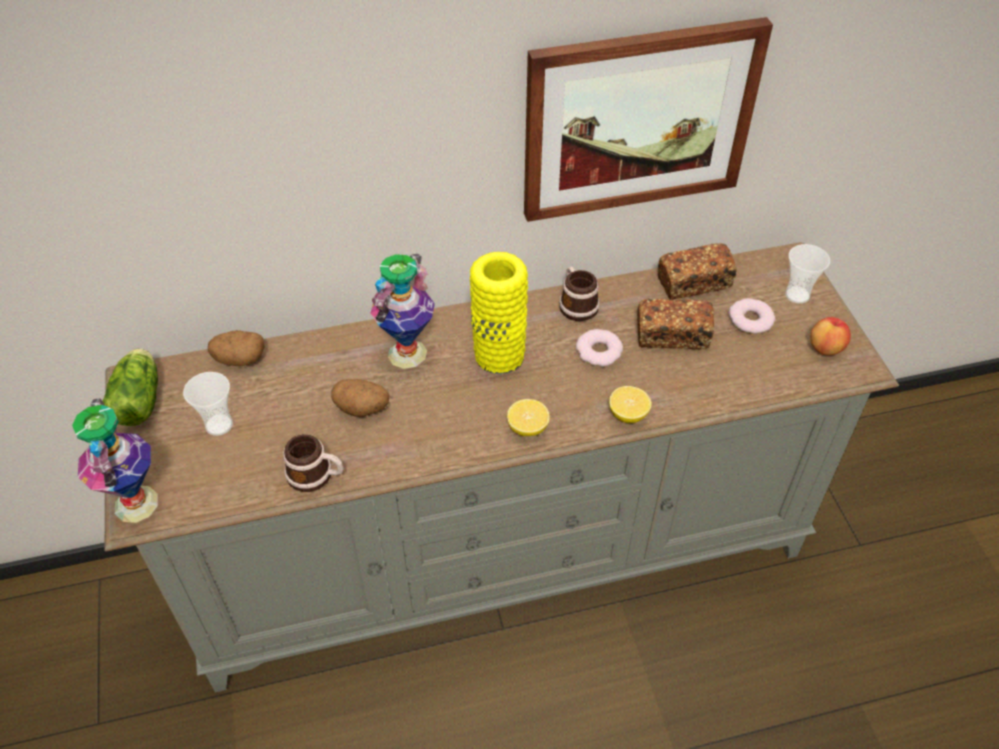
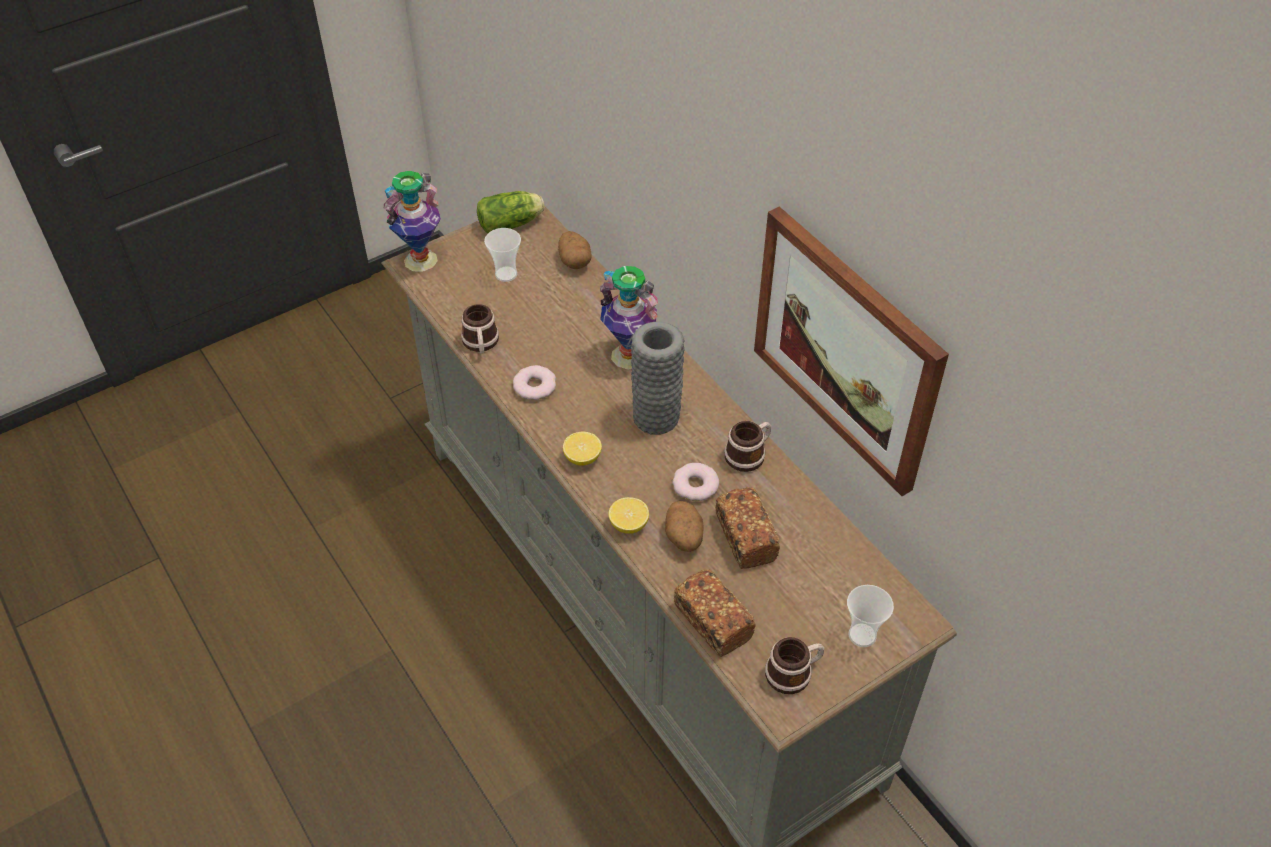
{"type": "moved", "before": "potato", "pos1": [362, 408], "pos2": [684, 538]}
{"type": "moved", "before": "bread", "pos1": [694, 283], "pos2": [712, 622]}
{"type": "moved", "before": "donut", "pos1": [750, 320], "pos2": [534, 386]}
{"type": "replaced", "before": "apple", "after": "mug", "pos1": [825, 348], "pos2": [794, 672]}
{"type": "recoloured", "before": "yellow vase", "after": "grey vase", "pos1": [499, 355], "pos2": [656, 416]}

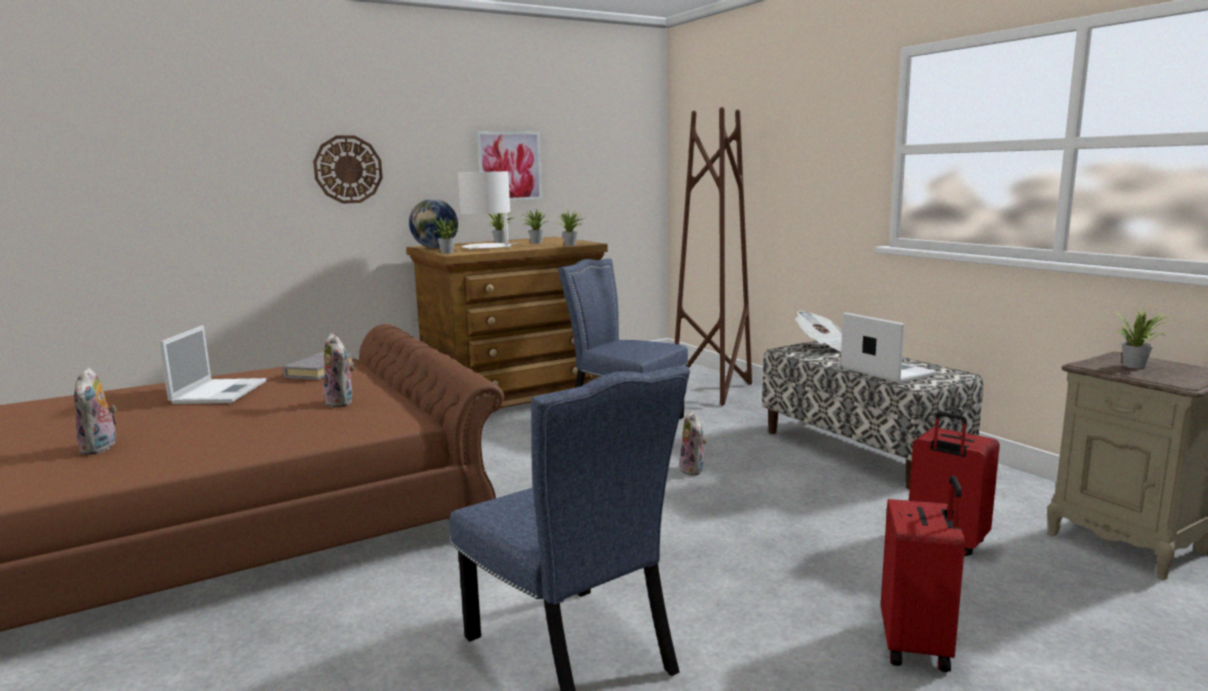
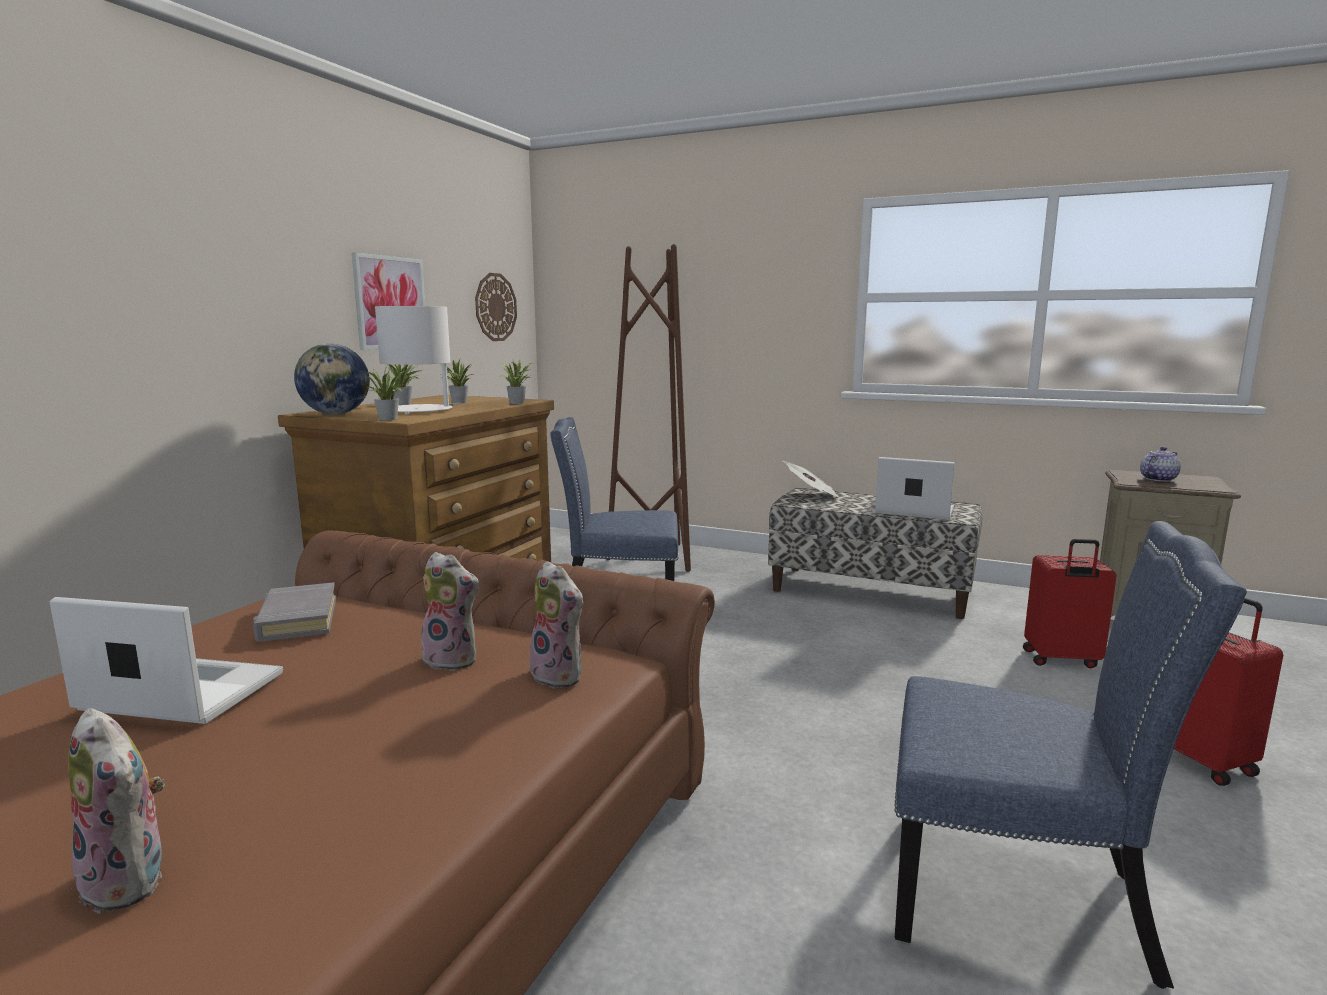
{"type": "moved", "before": "wall clock", "pos1": [348, 169], "pos2": [495, 307]}
{"type": "moved", "before": "plush toy", "pos1": [693, 470], "pos2": [561, 675]}
{"type": "replaced", "before": "potted plant", "after": "teapot", "pos1": [1137, 366], "pos2": [1157, 479]}
{"type": "turned", "before": "laptop", "pos1": [220, 392], "pos2": [179, 692], "turn": -45}

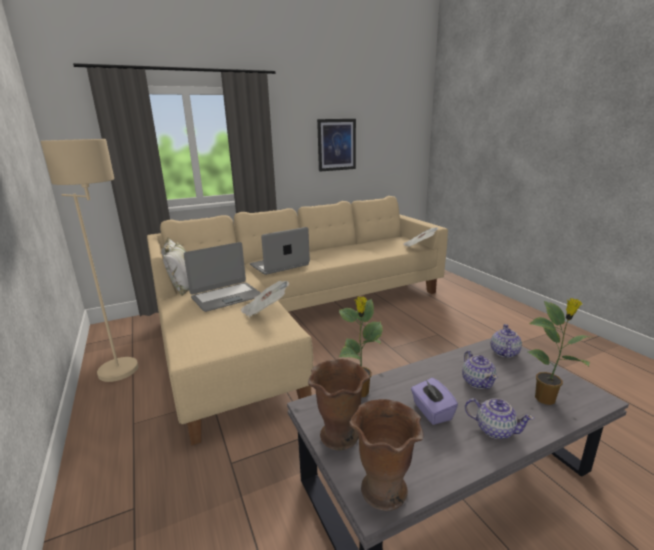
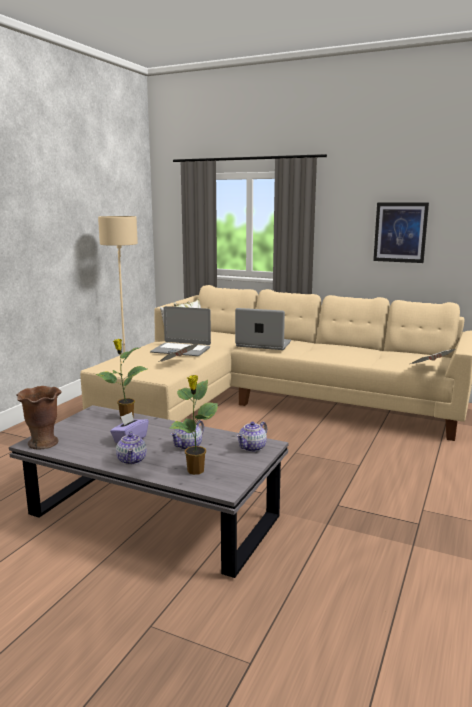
{"type": "removed", "before": "brown vase", "pos1": [339, 435]}
{"type": "turned", "before": "teapot", "pos1": [504, 352], "pos2": [252, 447], "turn": 150}

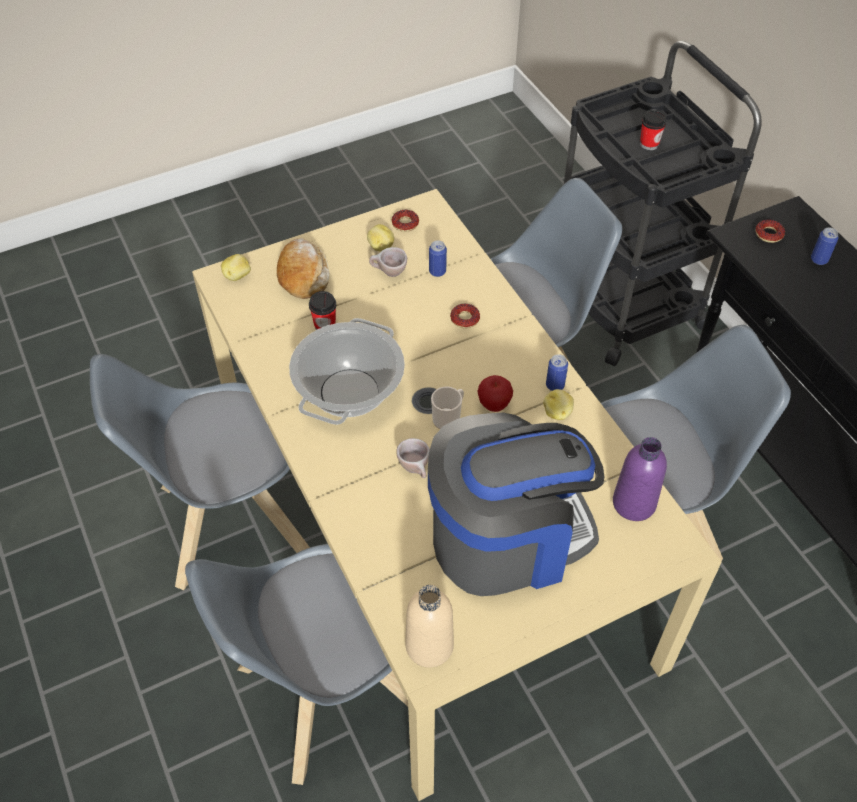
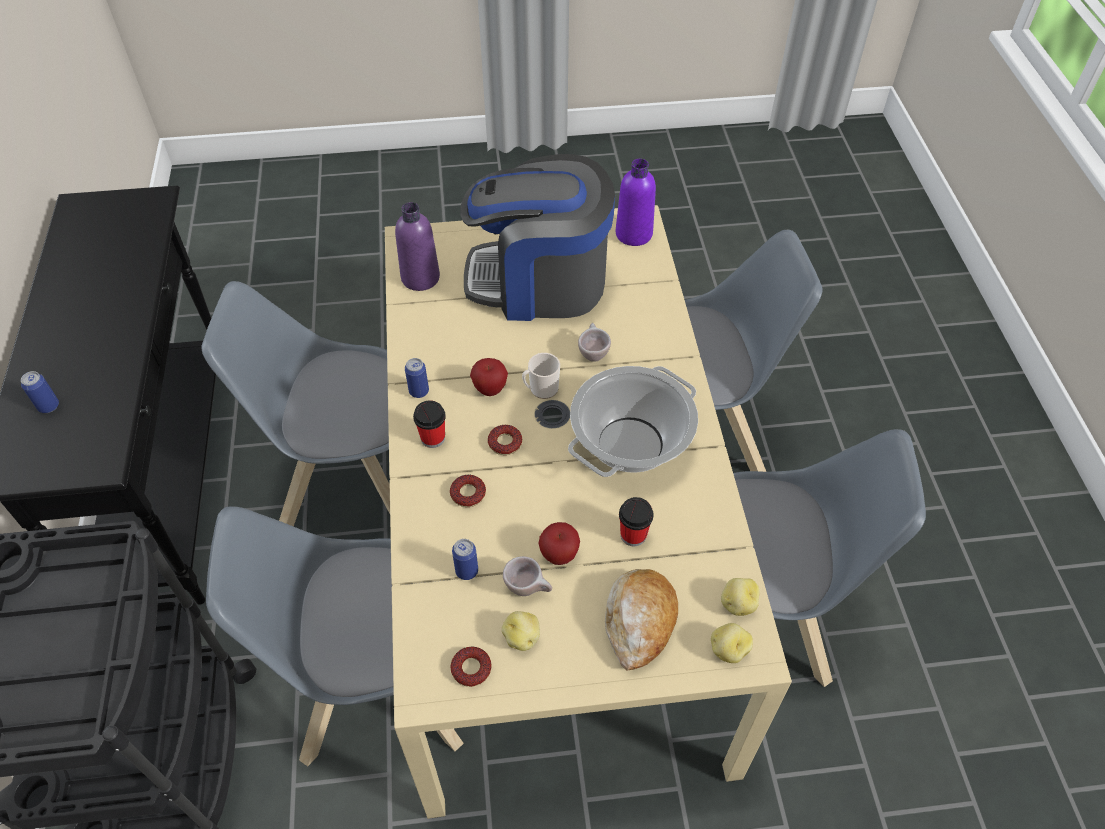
{"type": "added", "after": "apple", "pos2": [559, 555]}
{"type": "moved", "before": "potato", "pos1": [557, 412], "pos2": [737, 604]}
{"type": "moved", "before": "cup", "pos1": [649, 144], "pos2": [433, 438]}
{"type": "moved", "before": "donut", "pos1": [768, 234], "pos2": [505, 443]}
{"type": "recoloured", "before": "beige bottle", "after": "purple bottle", "pos1": [429, 645], "pos2": [633, 234]}

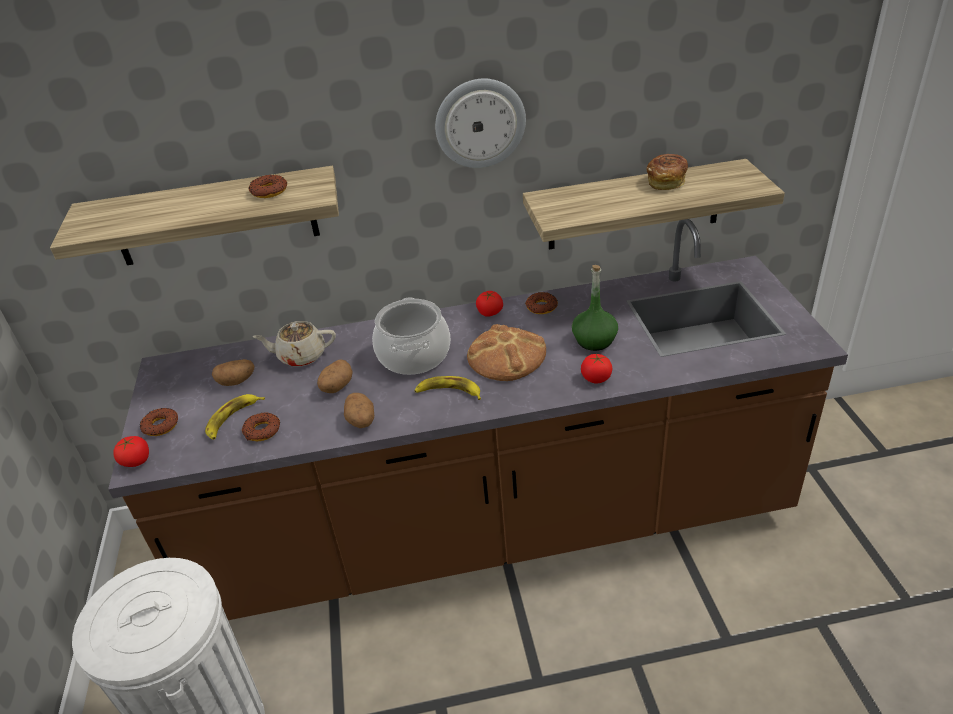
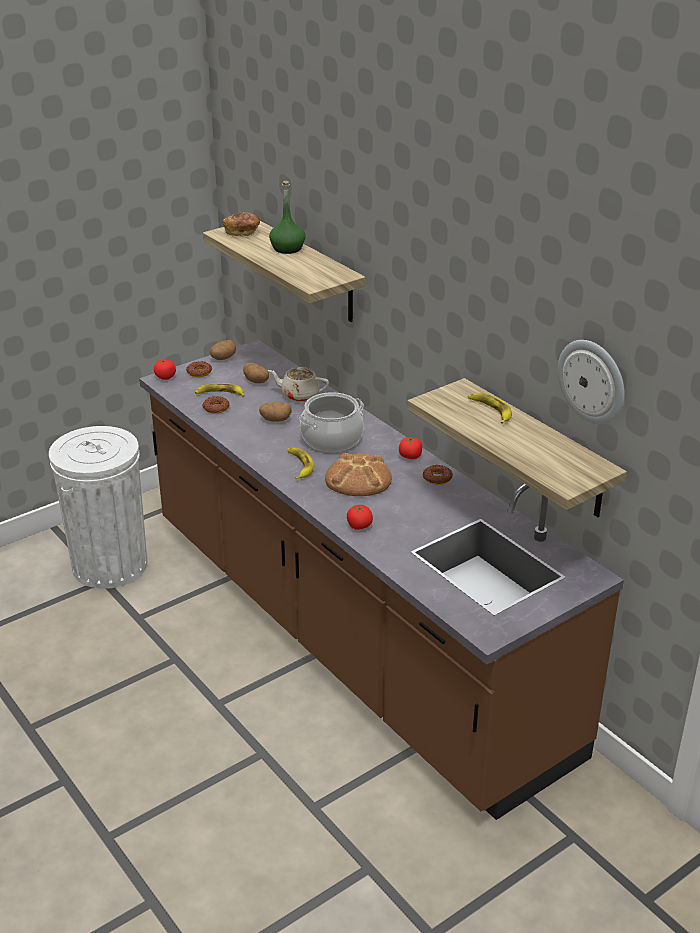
{"type": "removed", "before": "donut", "pos1": [269, 191]}
{"type": "added", "after": "banana", "pos2": [490, 410]}
{"type": "moved", "before": "potato", "pos1": [361, 421], "pos2": [223, 358]}
{"type": "moved", "before": "wall clock", "pos1": [480, 123], "pos2": [592, 381]}
{"type": "moved", "before": "green bottle", "pos1": [594, 340], "pos2": [288, 248]}
{"type": "moved", "before": "bread", "pos1": [666, 182], "pos2": [242, 233]}
{"type": "turned", "before": "beige teapot", "pos1": [301, 356], "pos2": [299, 395], "turn": -45}

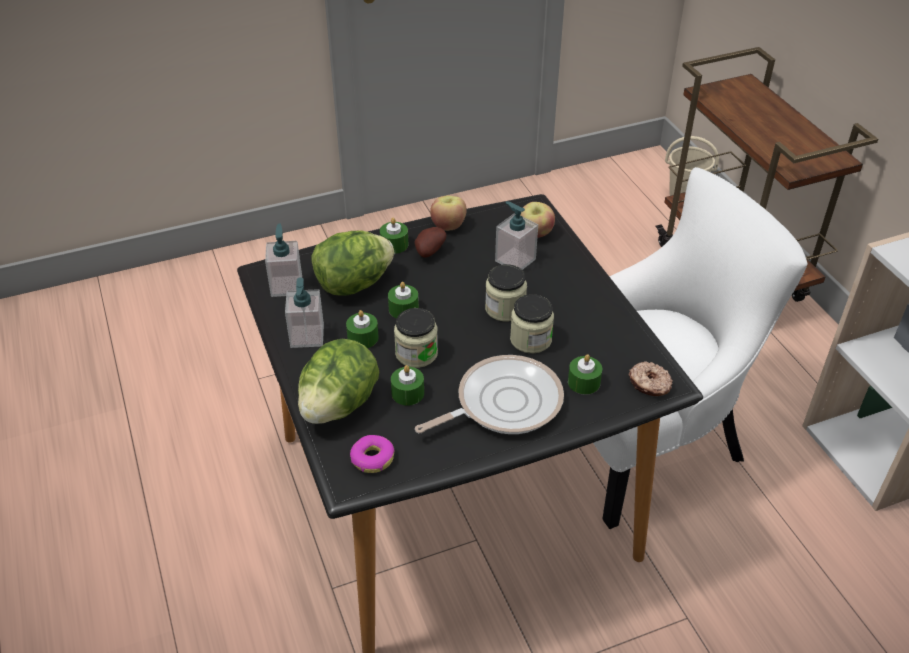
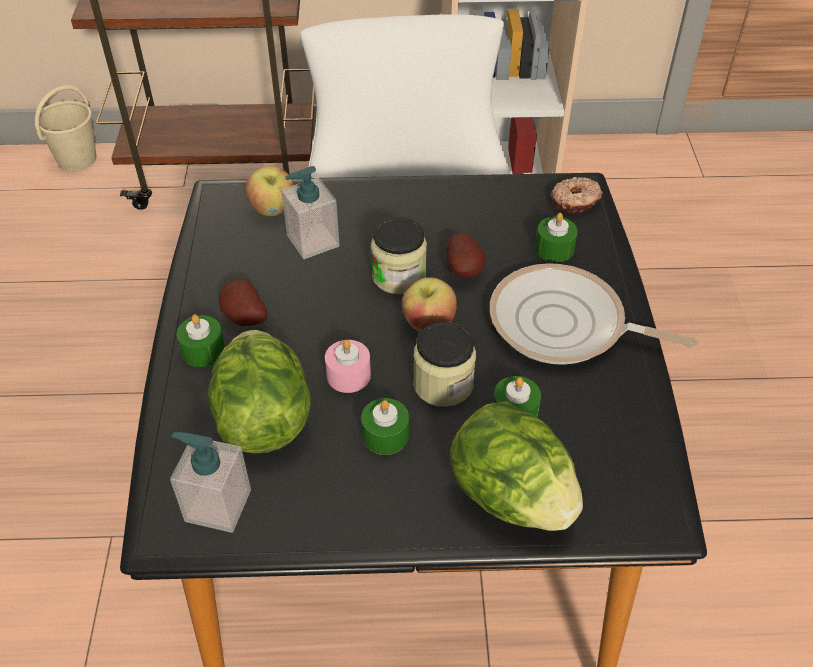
{"type": "removed", "before": "soap dispenser", "pos1": [307, 336]}
{"type": "removed", "before": "donut", "pos1": [372, 458]}
{"type": "moved", "before": "apple", "pos1": [448, 225], "pos2": [428, 323]}
{"type": "replaced", "before": "jar", "after": "potato", "pos1": [530, 339], "pos2": [465, 270]}
{"type": "recoloured", "before": "green candle", "after": "pink candle", "pos1": [403, 309], "pos2": [348, 375]}
{"type": "turned", "before": "frying pan", "pos1": [503, 403], "pos2": [564, 325], "turn": -60}

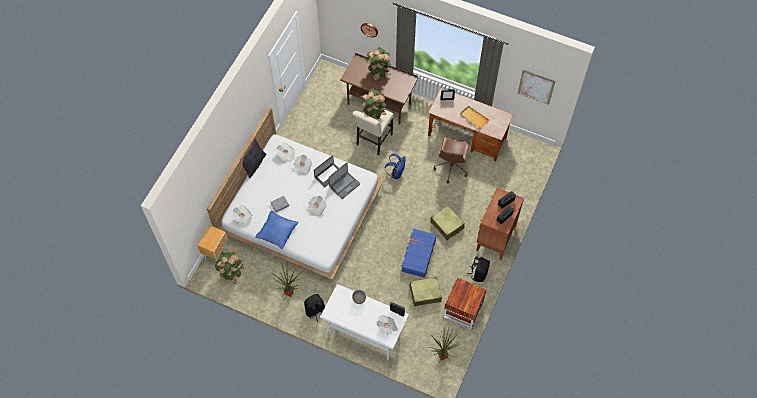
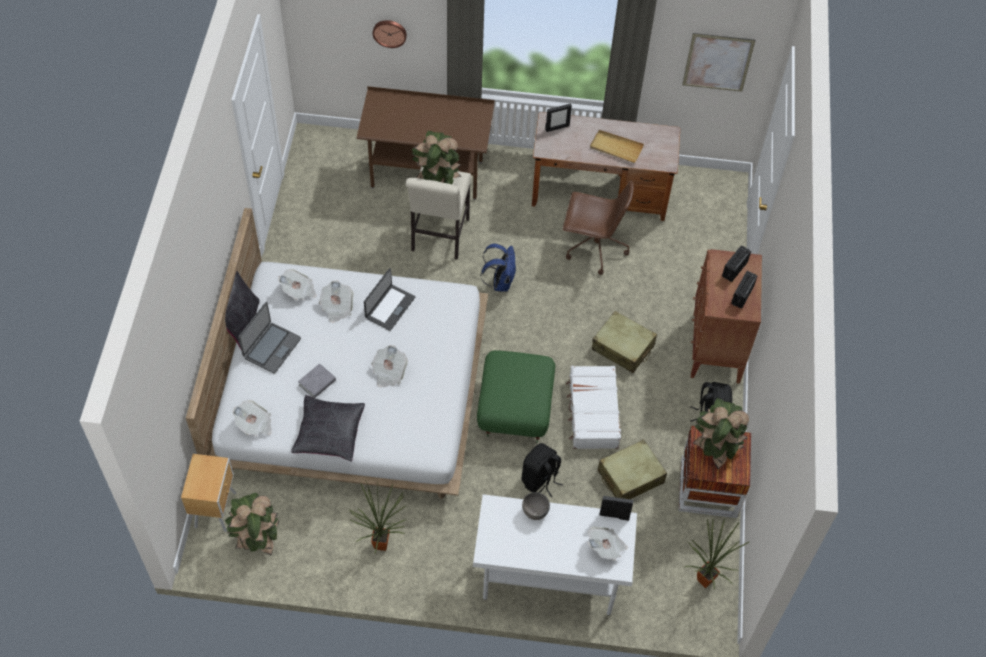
{"type": "added", "after": "green ottoman", "pos2": [514, 409]}
{"type": "moved", "before": "black backpack", "pos1": [315, 311], "pos2": [540, 479]}
{"type": "moved", "before": "laptop", "pos1": [344, 185], "pos2": [271, 348]}
{"type": "moved", "before": "potted plant", "pos1": [378, 73], "pos2": [715, 449]}
{"type": "recoloured", "before": "blue pillow", "after": "black pillow", "pos1": [277, 232], "pos2": [329, 433]}
{"type": "recoloured", "before": "blue suitcase", "after": "white suitcase", "pos1": [418, 255], "pos2": [592, 412]}
{"type": "turned", "before": "brown office chair", "pos1": [451, 167], "pos2": [592, 248], "turn": -75}

